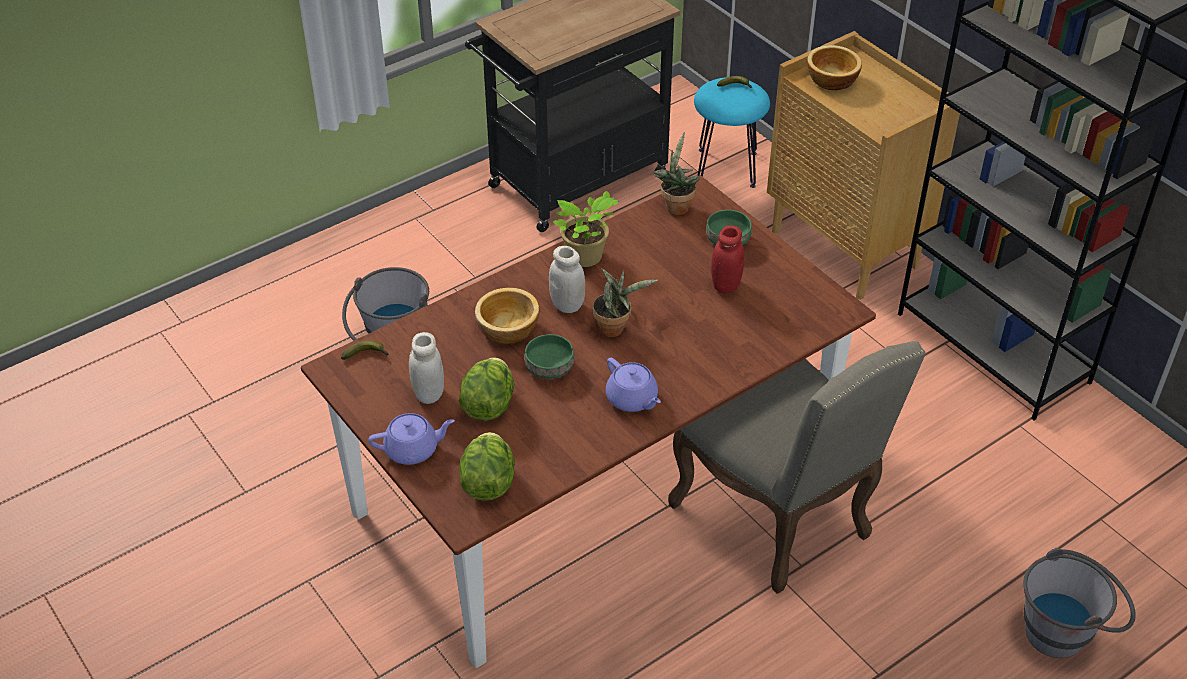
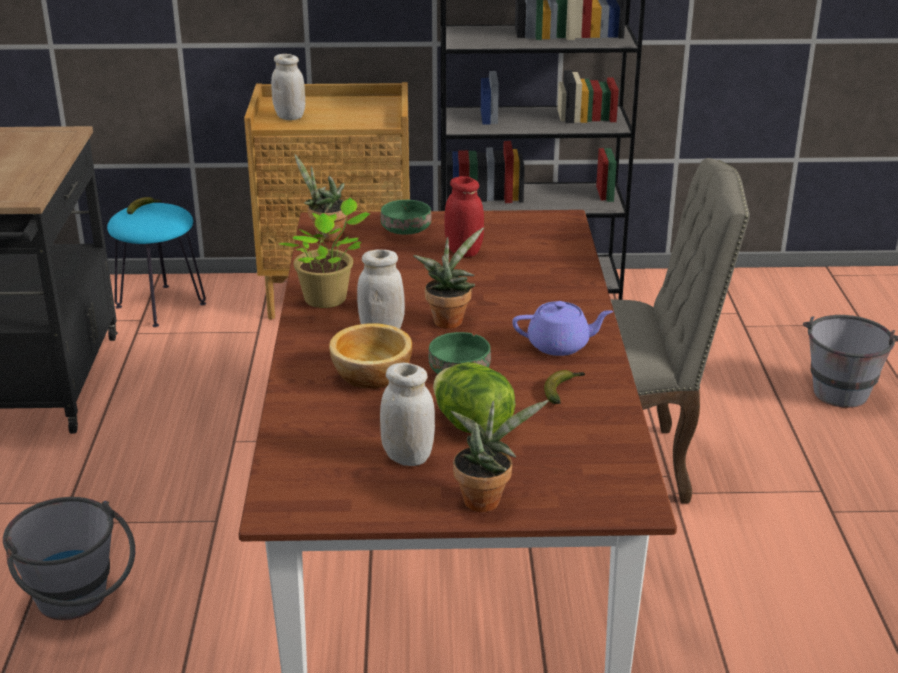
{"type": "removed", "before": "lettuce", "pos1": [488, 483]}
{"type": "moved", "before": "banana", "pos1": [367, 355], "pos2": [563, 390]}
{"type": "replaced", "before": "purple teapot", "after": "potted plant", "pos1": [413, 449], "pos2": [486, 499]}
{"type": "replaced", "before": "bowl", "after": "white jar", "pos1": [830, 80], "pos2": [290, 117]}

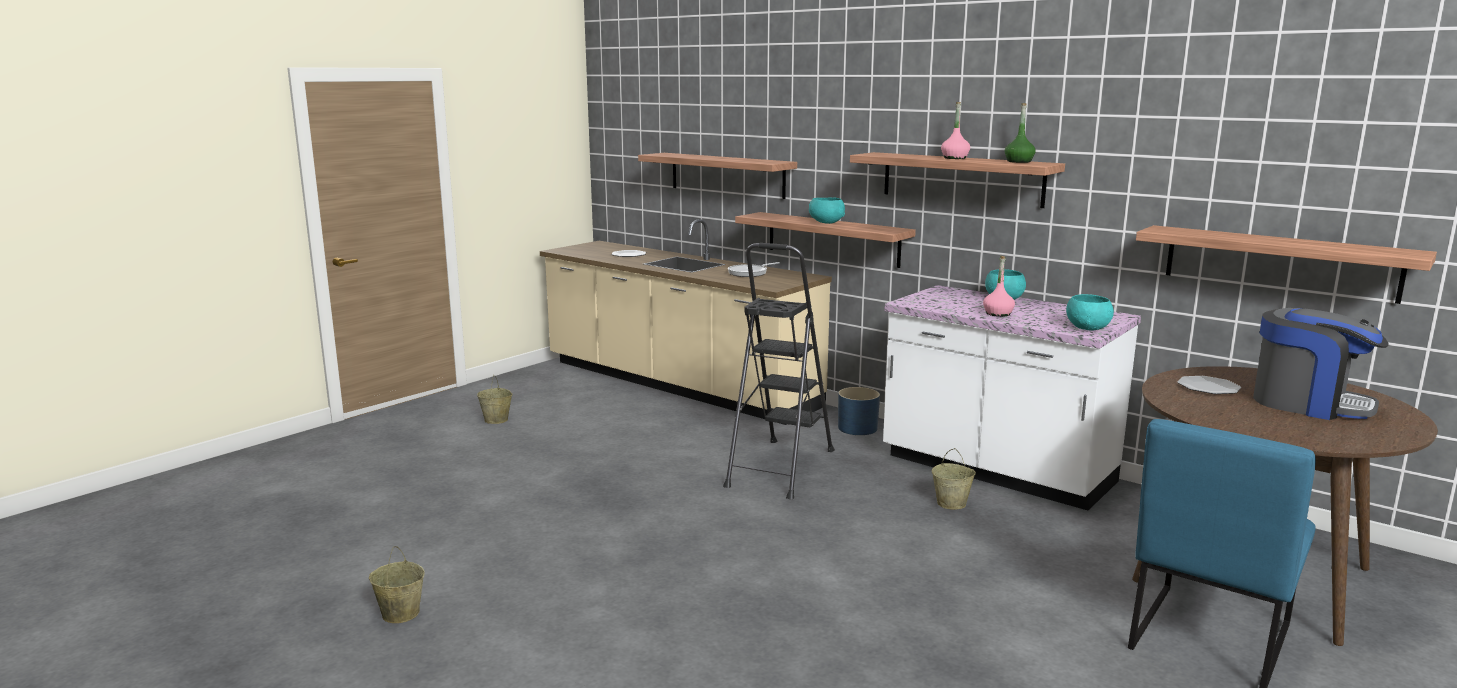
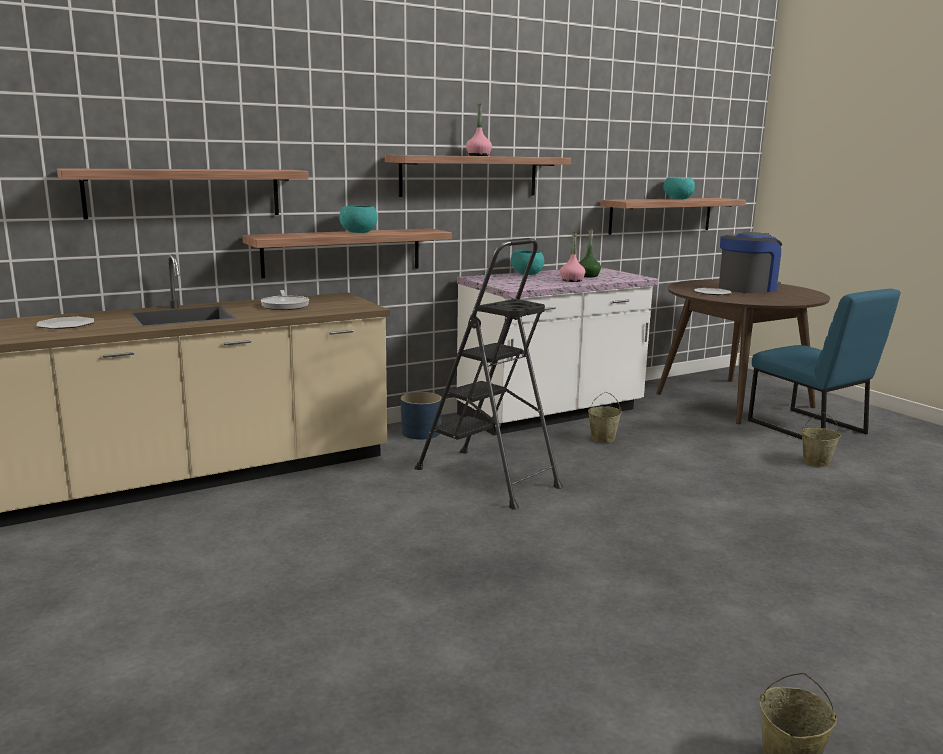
{"type": "moved", "before": "beige bucket", "pos1": [496, 420], "pos2": [817, 462]}
{"type": "moved", "before": "green bottle", "pos1": [1019, 161], "pos2": [588, 276]}
{"type": "moved", "before": "turquoise bowl", "pos1": [1087, 328], "pos2": [677, 199]}

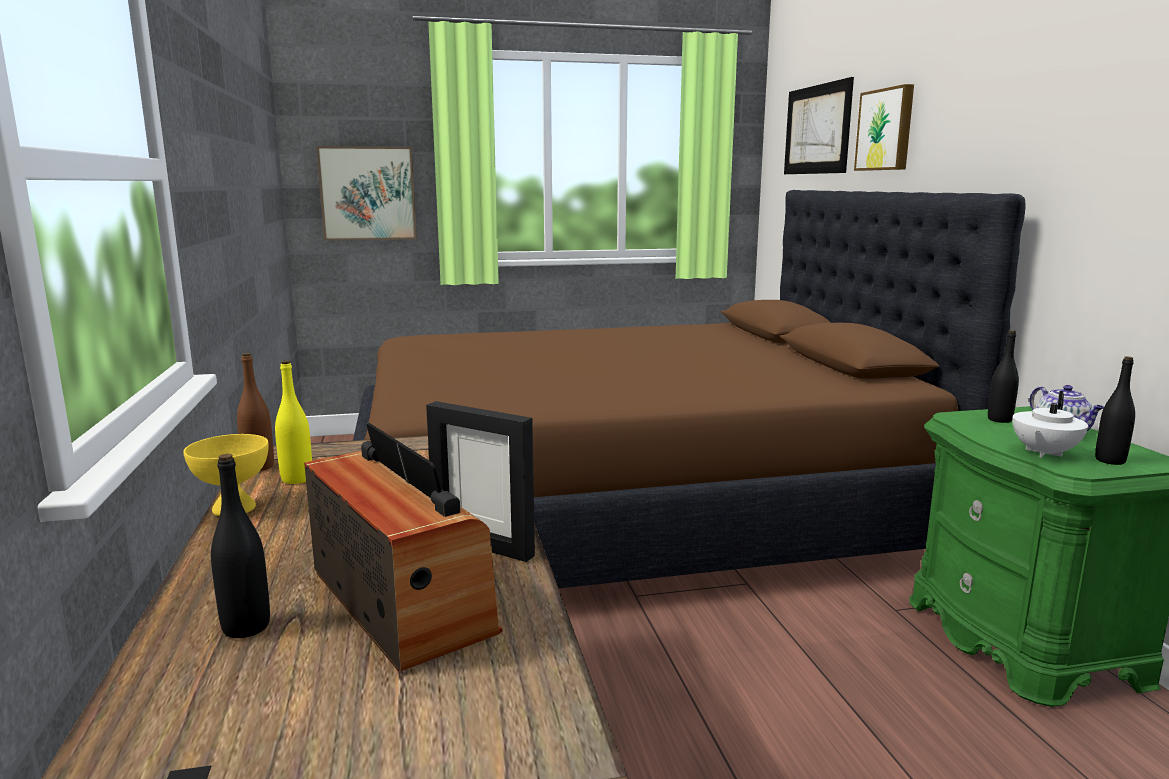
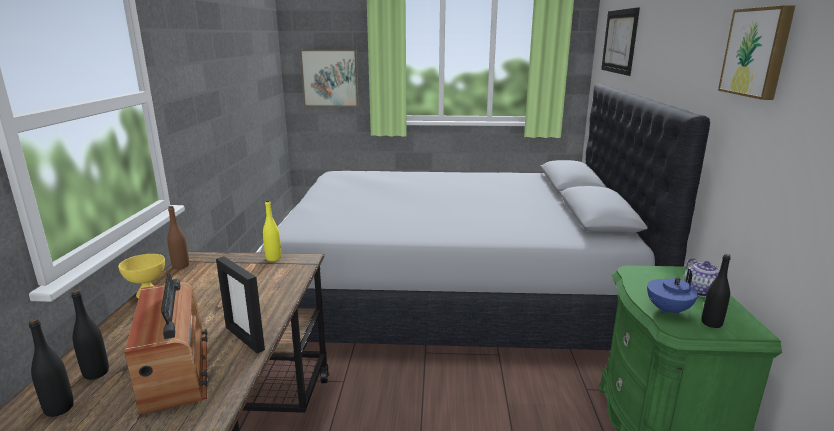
{"type": "moved", "before": "yellow bottle", "pos1": [297, 479], "pos2": [273, 258]}
{"type": "moved", "before": "picture", "pos1": [886, 130], "pos2": [757, 52]}
{"type": "moved", "before": "black bottle", "pos1": [999, 420], "pos2": [59, 408]}
{"type": "recoloured", "before": "brown bed", "after": "grey bed", "pos1": [631, 513], "pos2": [453, 294]}
{"type": "recoloured", "before": "white teapot", "after": "blue teapot", "pos1": [1043, 453], "pos2": [667, 310]}

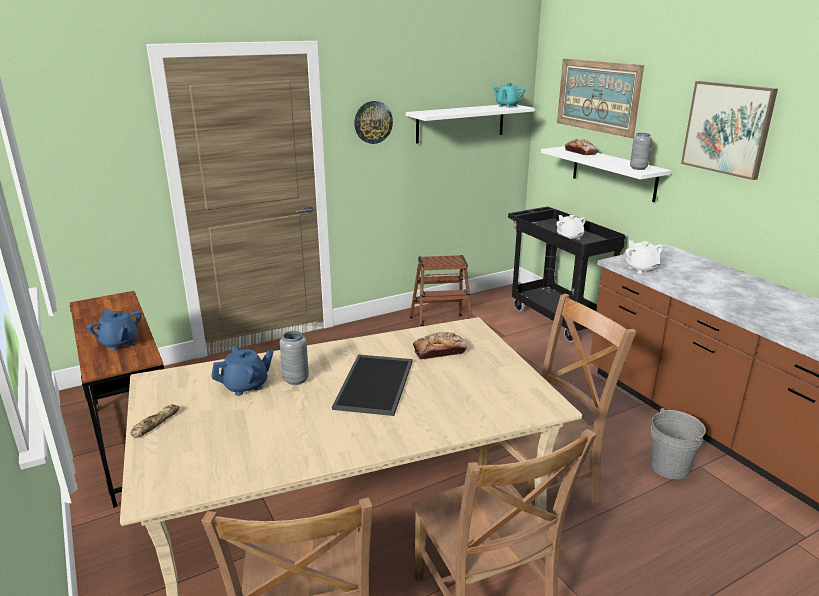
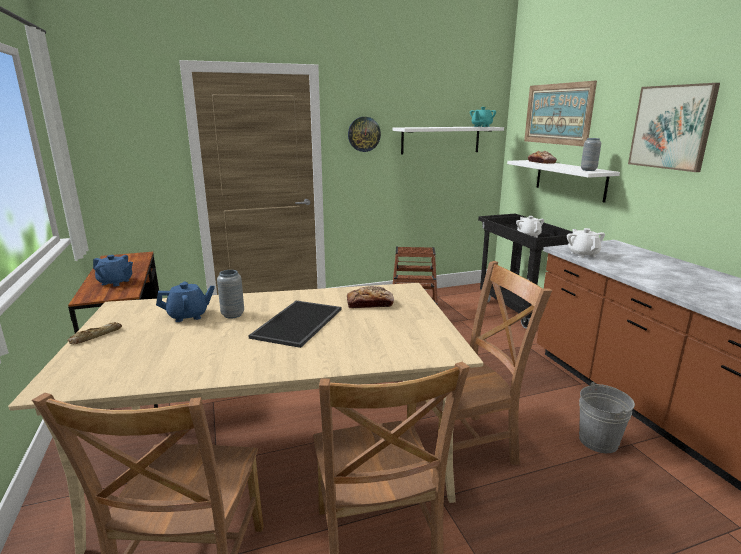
{"type": "turned", "before": "blue teapot", "pos1": [119, 343], "pos2": [115, 282], "turn": -45}

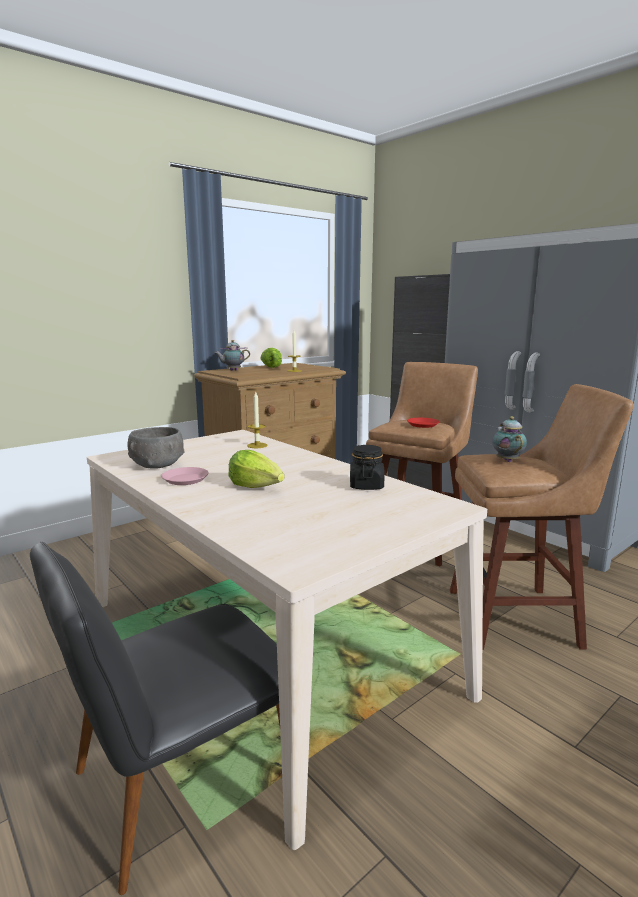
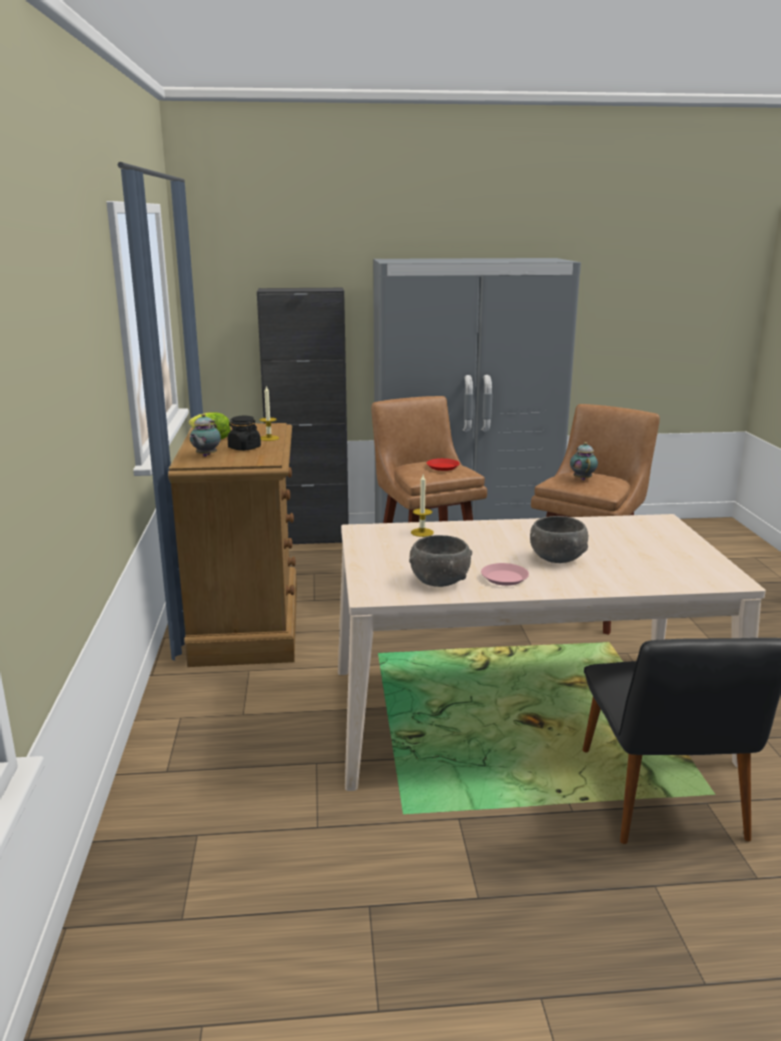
{"type": "moved", "before": "black jar", "pos1": [366, 486], "pos2": [244, 448]}
{"type": "replaced", "before": "lettuce", "after": "grey bowl", "pos1": [256, 487], "pos2": [557, 558]}
{"type": "turned", "before": "teapot", "pos1": [507, 460], "pos2": [582, 478], "turn": 60}

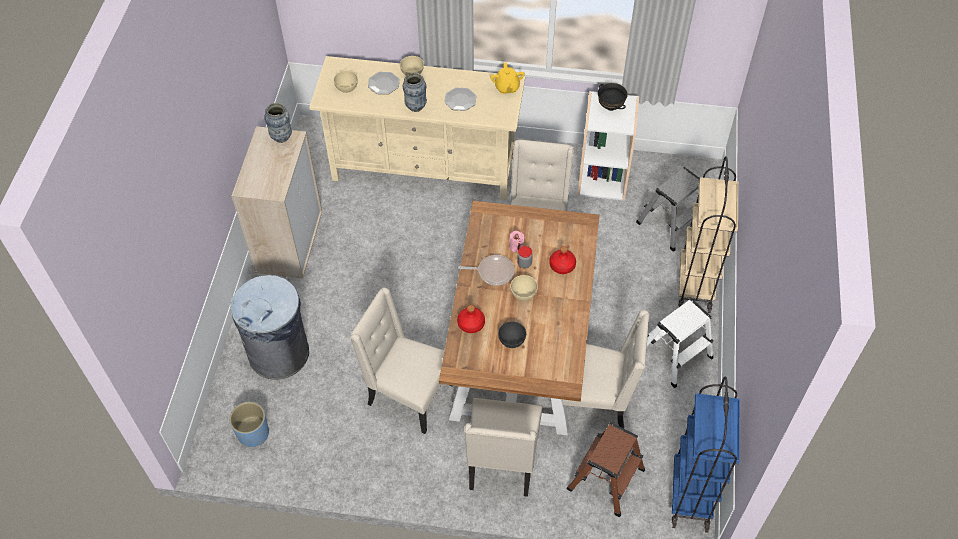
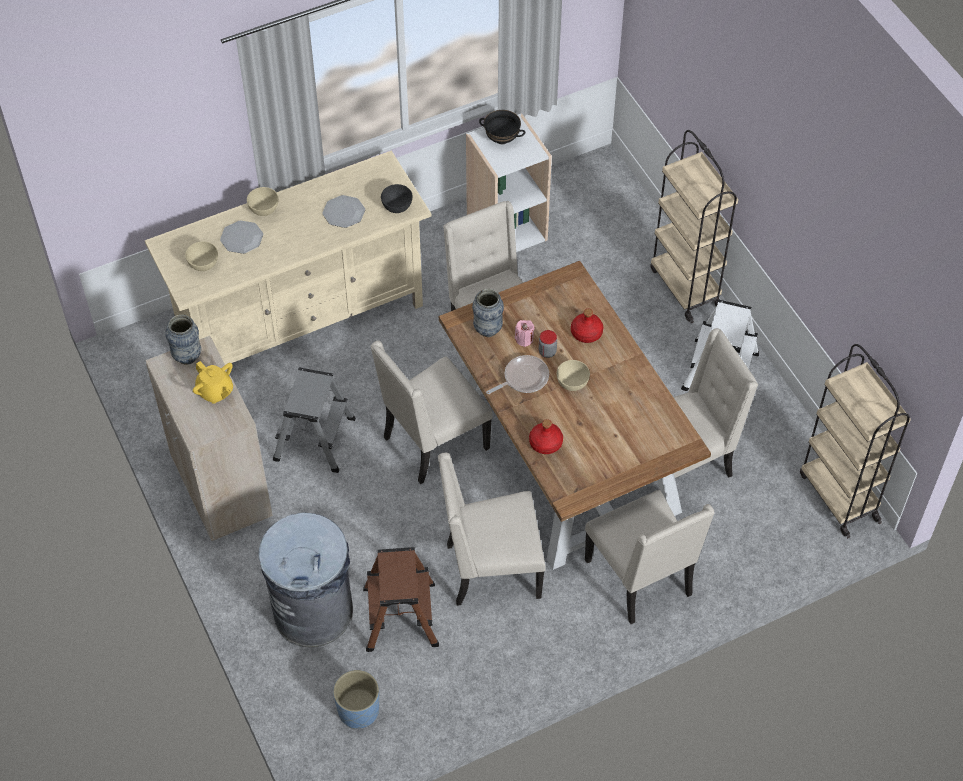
{"type": "added", "after": "beige chair", "pos2": [433, 443]}
{"type": "moved", "before": "vase", "pos1": [415, 106], "pos2": [487, 329]}
{"type": "moved", "before": "yellow teapot", "pos1": [507, 87], "pos2": [215, 391]}
{"type": "moved", "before": "grey bowl", "pos1": [512, 341], "pos2": [397, 207]}
{"type": "moved", "before": "brown step ladder", "pos1": [605, 479], "pos2": [400, 617]}
{"type": "moved", "before": "grey step ladder", "pos1": [671, 223], "pos2": [314, 438]}
{"type": "recoloured", "before": "blue cart", "after": "beige cart", "pos1": [691, 493], "pos2": [838, 496]}

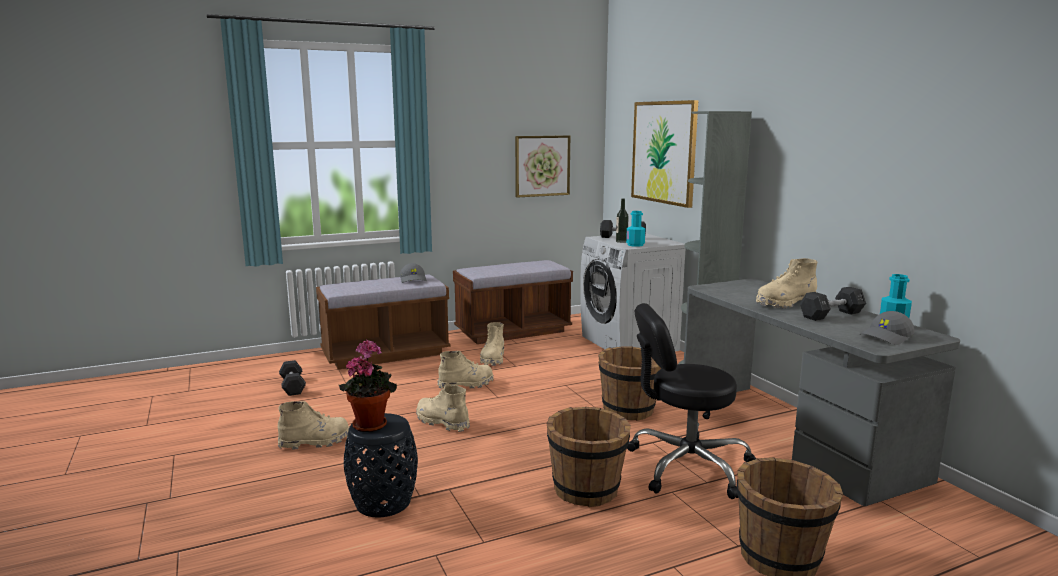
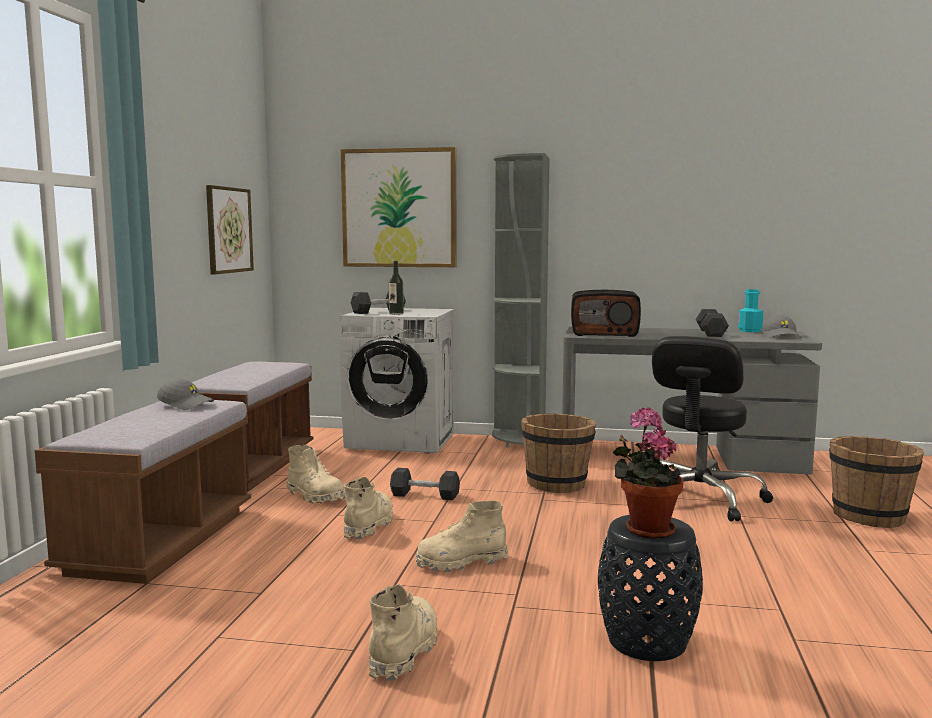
{"type": "removed", "before": "brown bucket", "pos1": [587, 490]}
{"type": "removed", "before": "turquoise bottle", "pos1": [635, 245]}
{"type": "removed", "before": "beige boot", "pos1": [785, 303]}
{"type": "added", "after": "radio", "pos2": [604, 333]}
{"type": "moved", "before": "black dumbbell", "pos1": [292, 386], "pos2": [425, 495]}

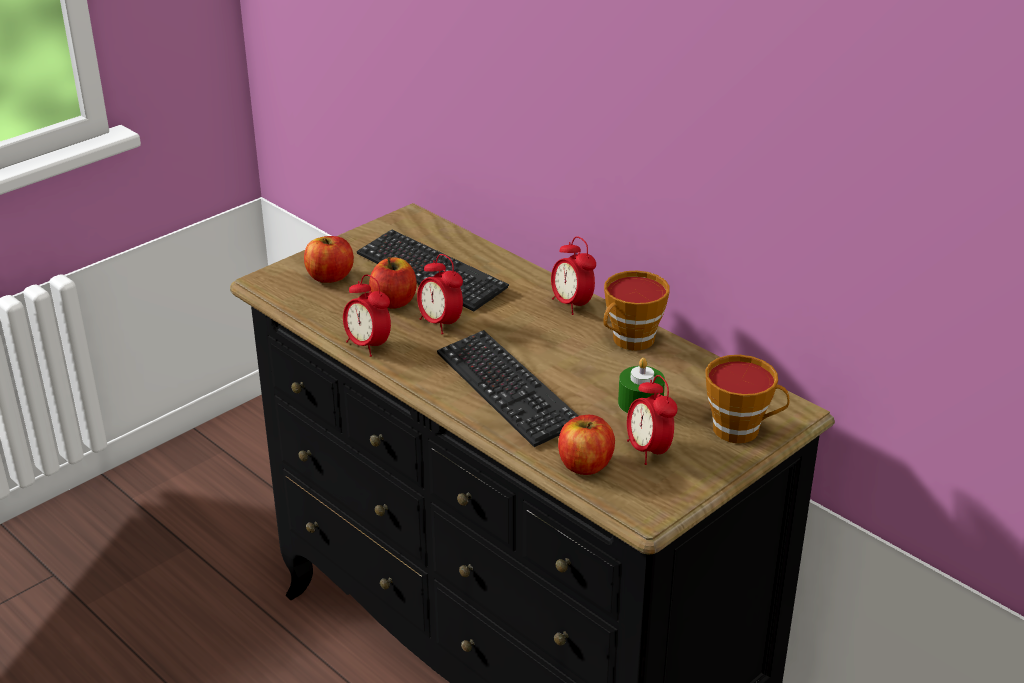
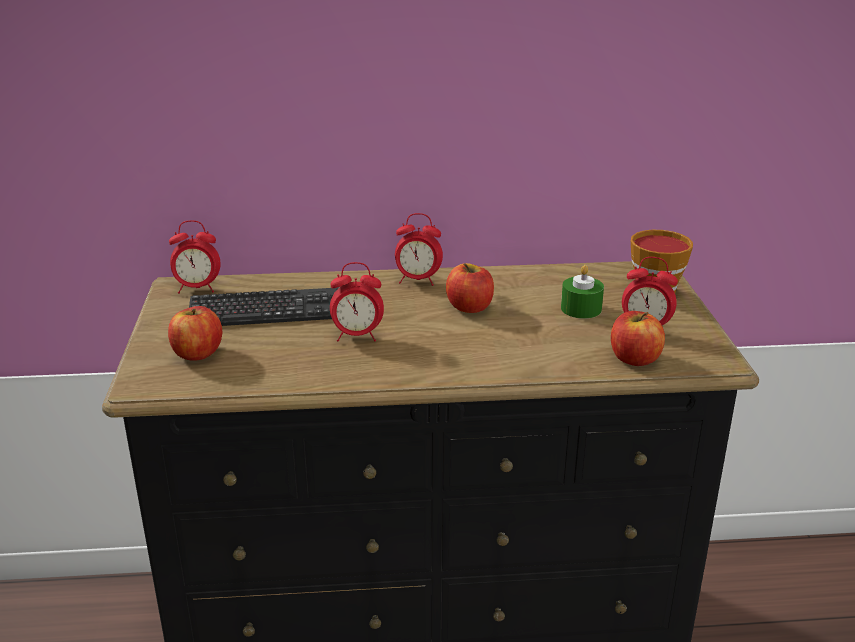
{"type": "removed", "before": "keyboard", "pos1": [507, 390]}
{"type": "removed", "before": "cup", "pos1": [630, 341]}
{"type": "moved", "before": "alarm clock", "pos1": [368, 345], "pos2": [197, 289]}
{"type": "moved", "before": "apple", "pos1": [394, 302], "pos2": [469, 307]}

